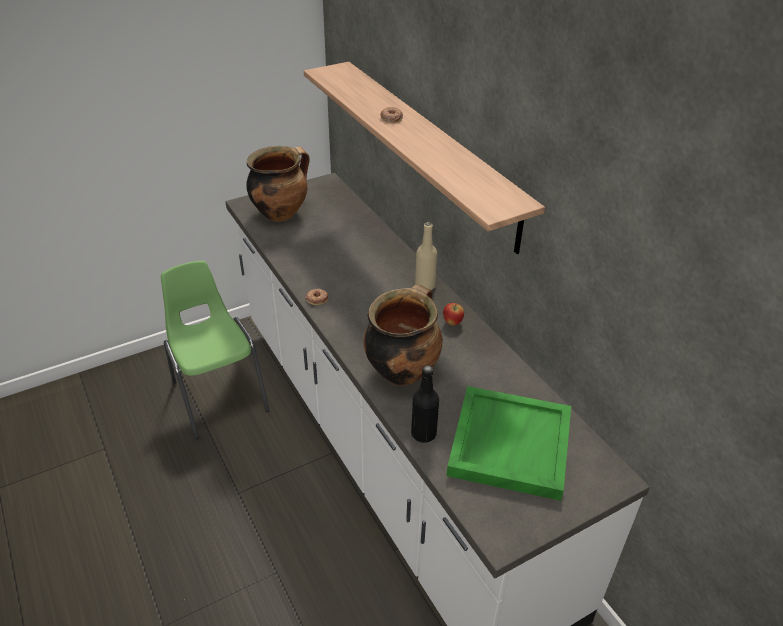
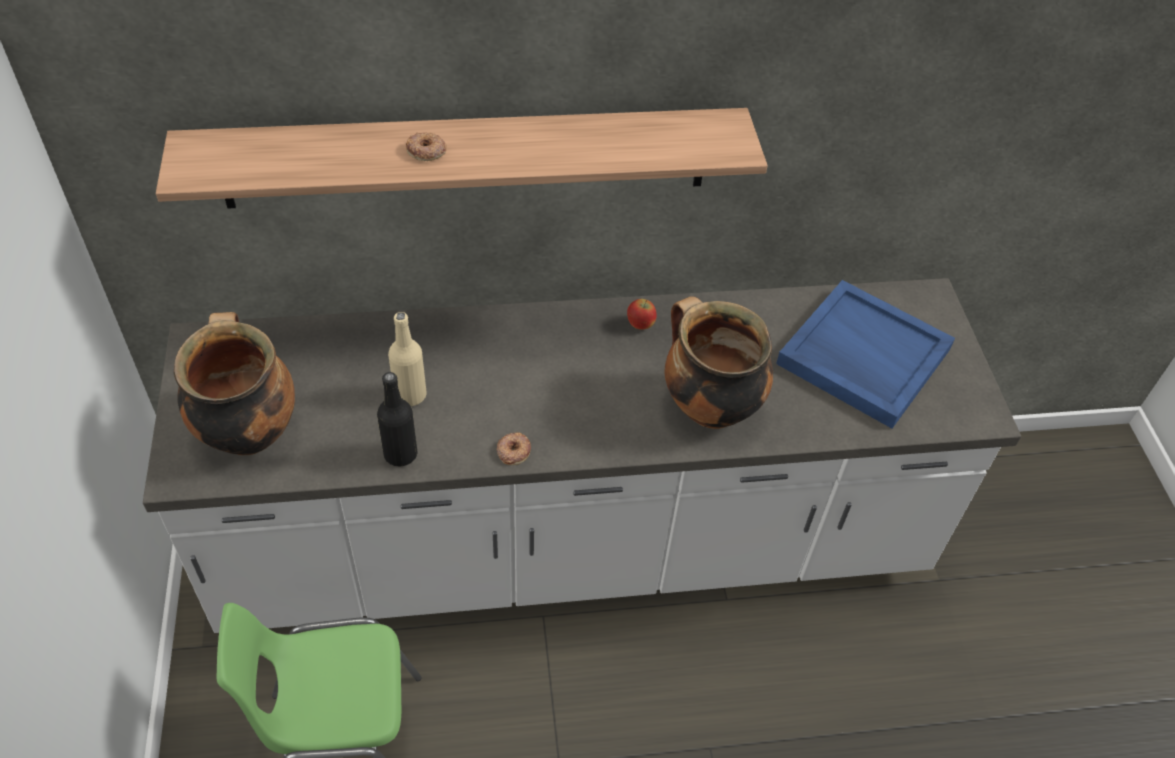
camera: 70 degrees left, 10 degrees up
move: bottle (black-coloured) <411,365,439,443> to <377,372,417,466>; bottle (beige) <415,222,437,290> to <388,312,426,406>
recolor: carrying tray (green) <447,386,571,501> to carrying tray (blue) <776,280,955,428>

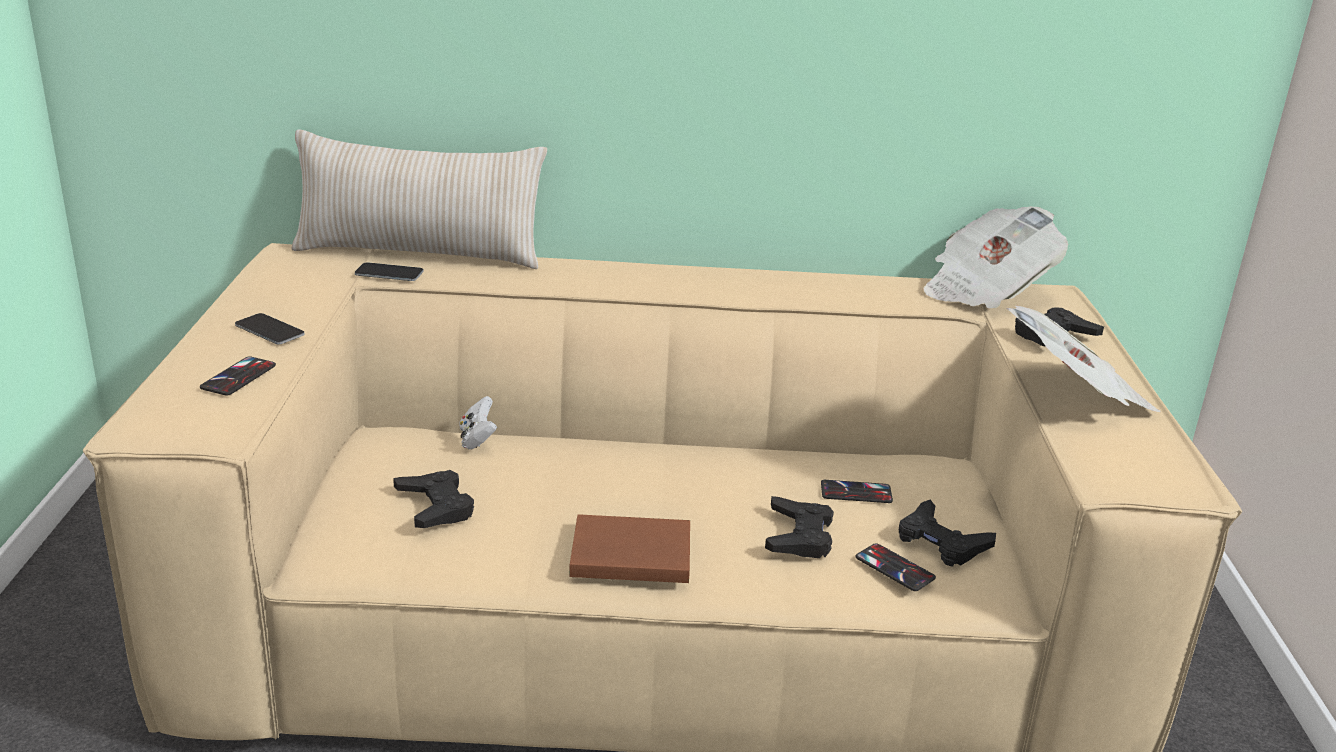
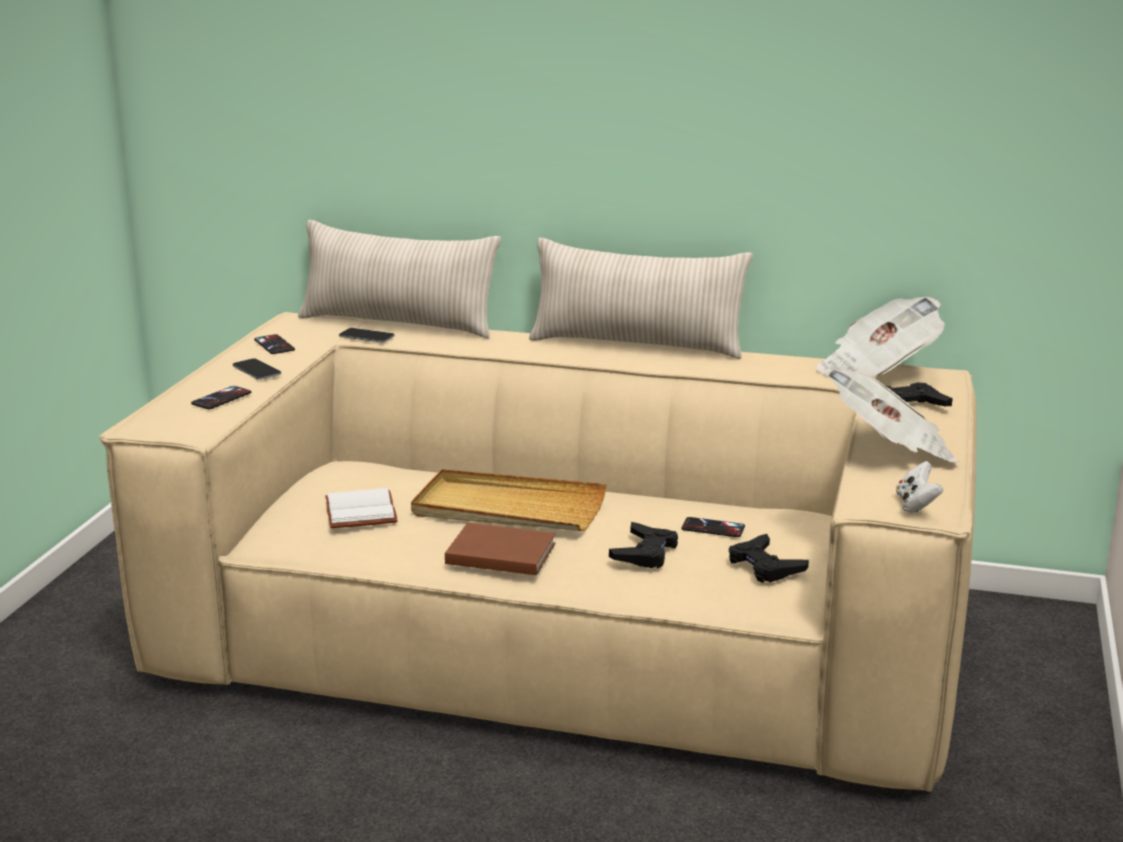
camera: 15 degrees right, 5 degrees down
insert: carrying tray (beige) <411,469,606,531>; cushion (beige) <529,238,753,359>
move: game controller (whitish) <459,396,497,450> to <896,461,943,513>; phone <856,543,936,591> to <254,334,295,354>
replace: game controller (black-coloured) <393,470,474,528> to book (whitish) <325,488,398,528>

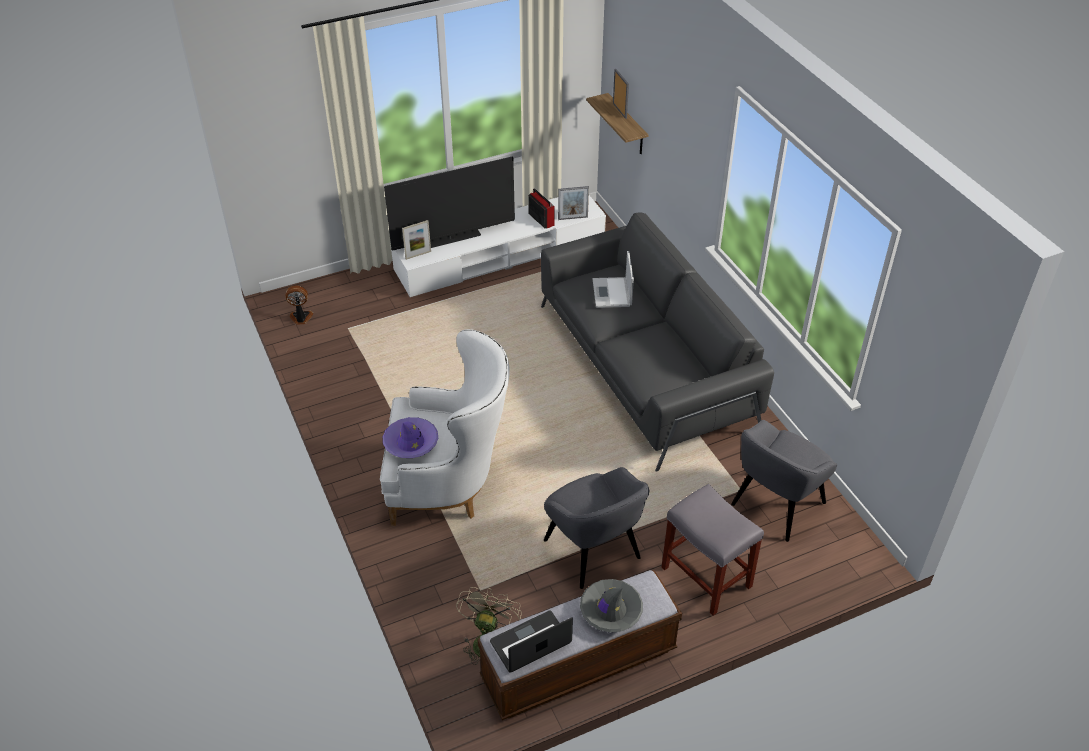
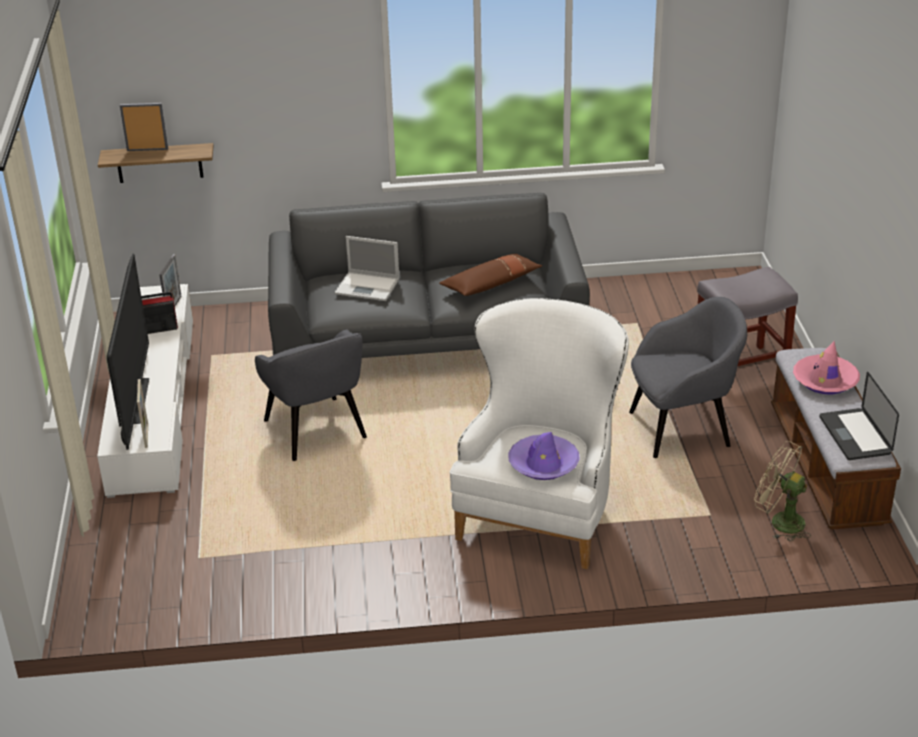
camera: 70 degrees left, 10 degrees down
delete: cooling fan <285,286,314,325>
insert: cushion (brown-coloured) <439,254,542,296>
move: easy chair (gray) <731,420,837,542> to <255,329,367,461>
recolor: clothing hat (gray) <580,579,643,632> to clothing hat (pink) <793,341,860,394>

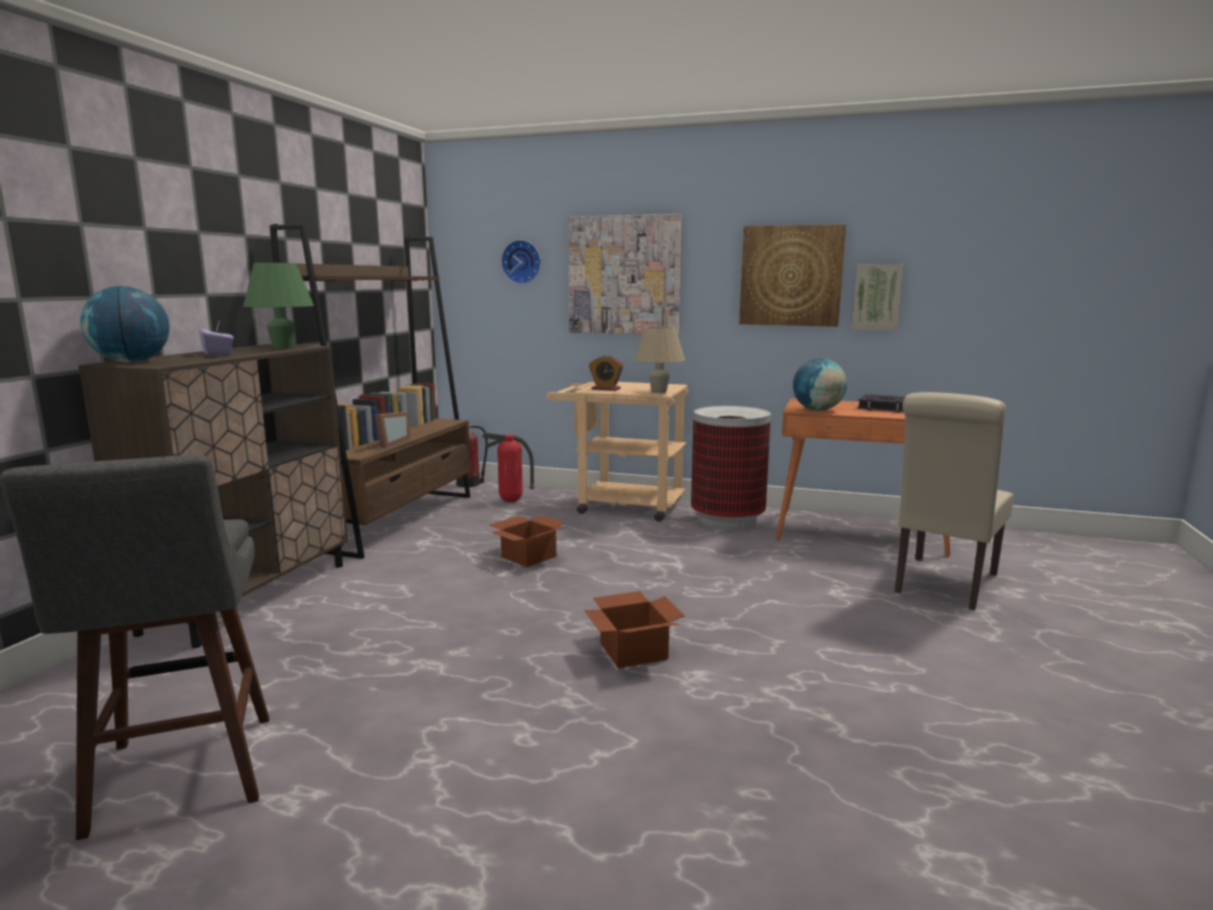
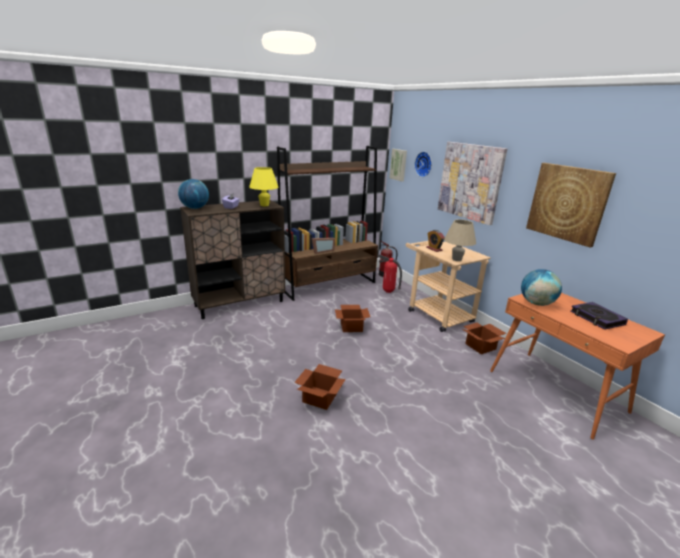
camera: 40 degrees right, 10 degrees up
delete: stool (gray) <0,455,269,840>; upright chair (beige) <895,392,1014,610>
move: wall picture <852,265,903,330> to <390,149,407,181>
replace: waste bin <691,406,771,530> to packing box <462,322,507,354>
recolor: table lamp (green) <243,263,314,349> to table lamp (yellowish) <249,167,279,206>

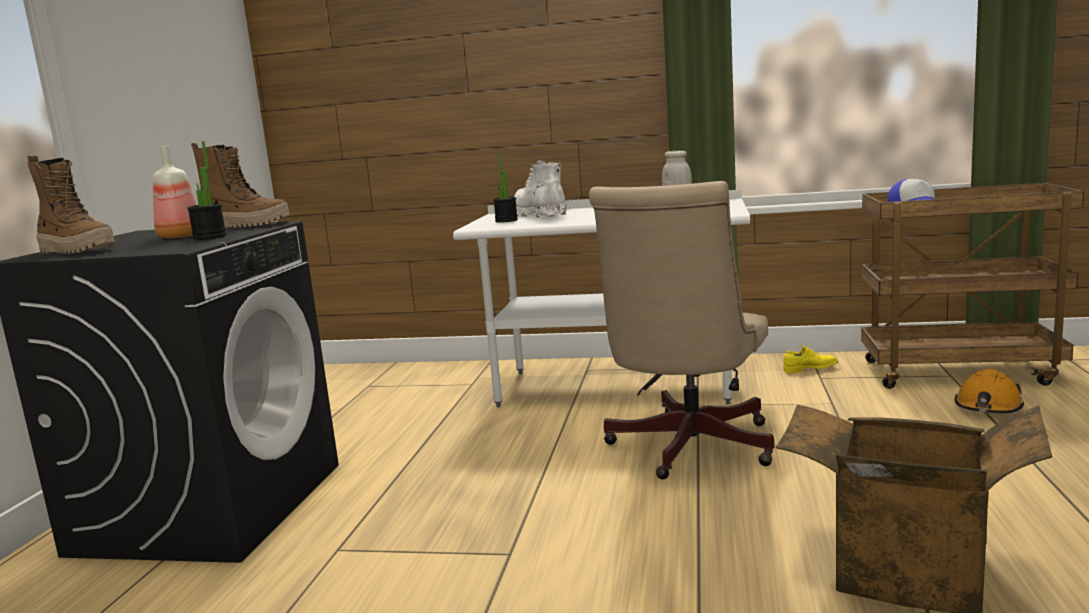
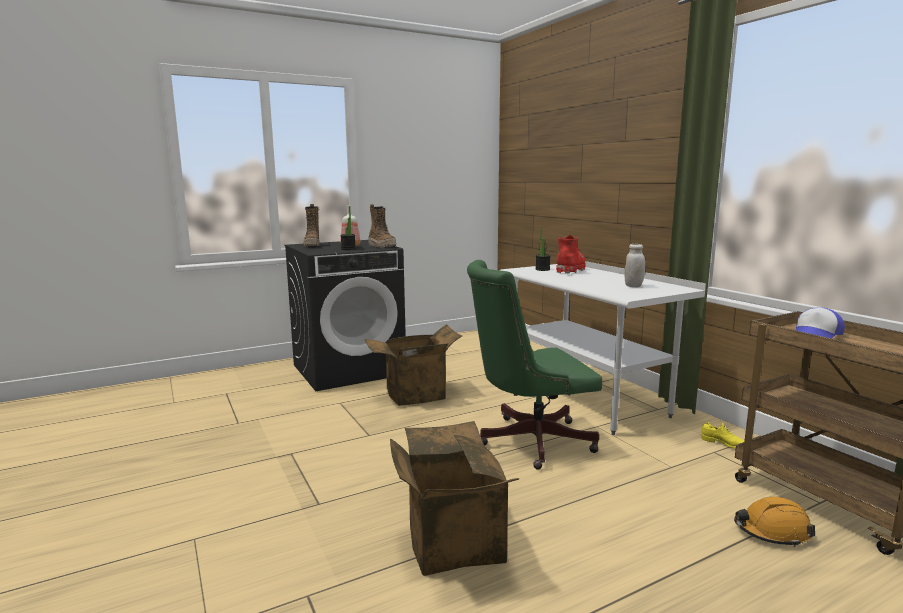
camera: 50 degrees right, 0 degrees up
insert: packing box <364,324,462,406>
recolor: high-top boot (whitish) <514,161,567,218> to high-top boot (reddish) <556,235,585,274>; office chair (beige) <589,181,775,479> to office chair (green) <467,260,602,470>

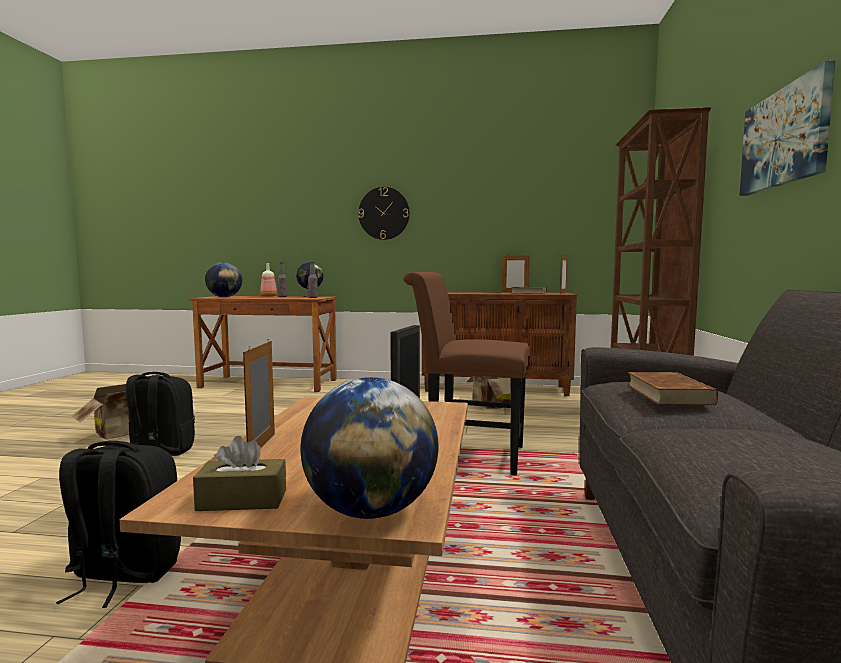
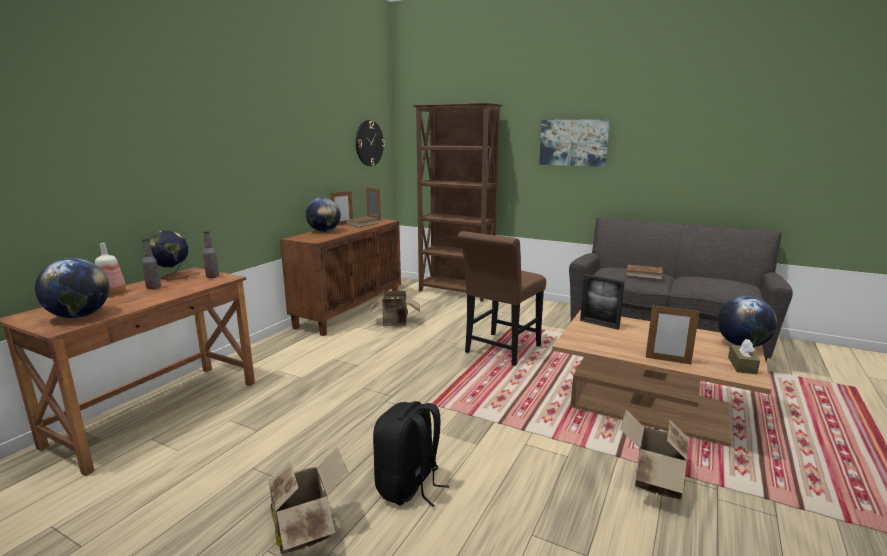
camera: 70 degrees left, 10 degrees up
insert: desk globe <306,198,341,232>
move: clock on the wall <358,187,410,240> to <356,120,385,166>
replace: rucksack (black-coloured) <56,441,181,608> to packing box <620,410,689,499>

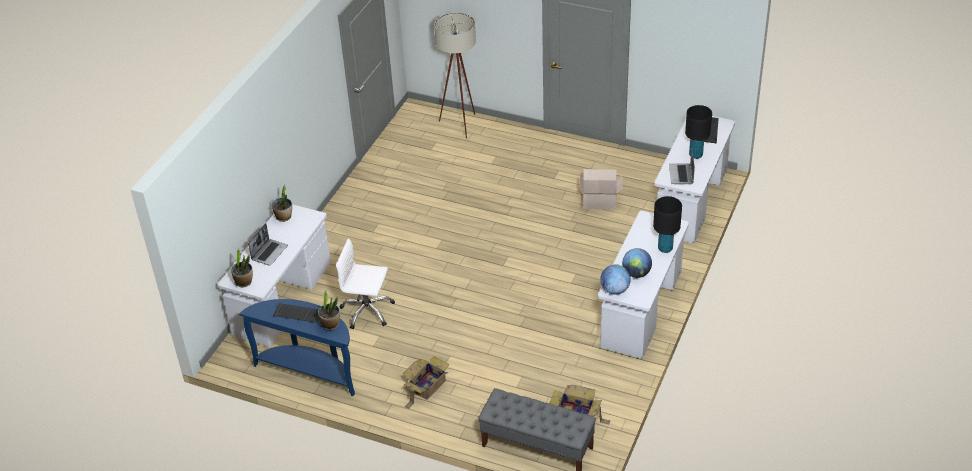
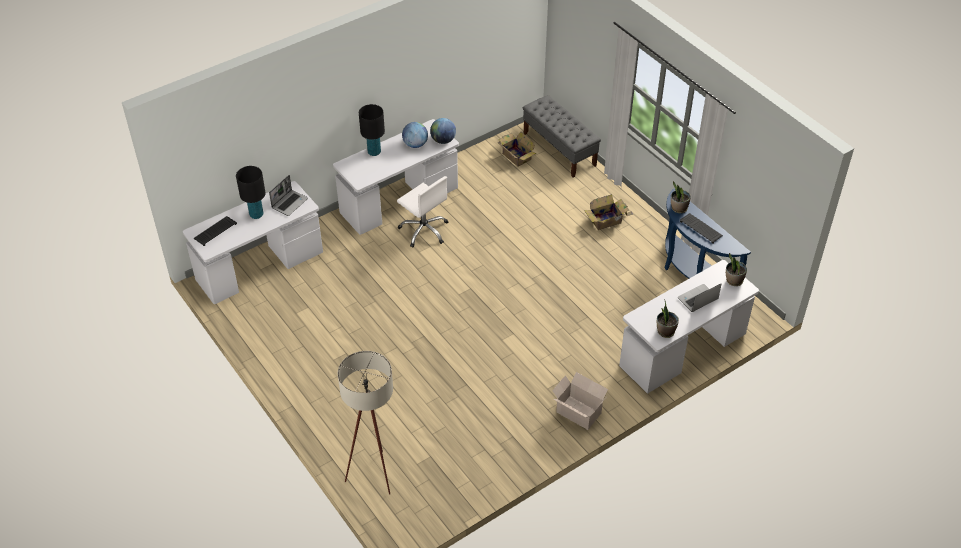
camera: 150 degrees left, 5 degrees up
move: office chair (whitish) <336,239,395,329> to <397,176,449,247>; packing box <580,169,623,209> to <552,372,608,430>

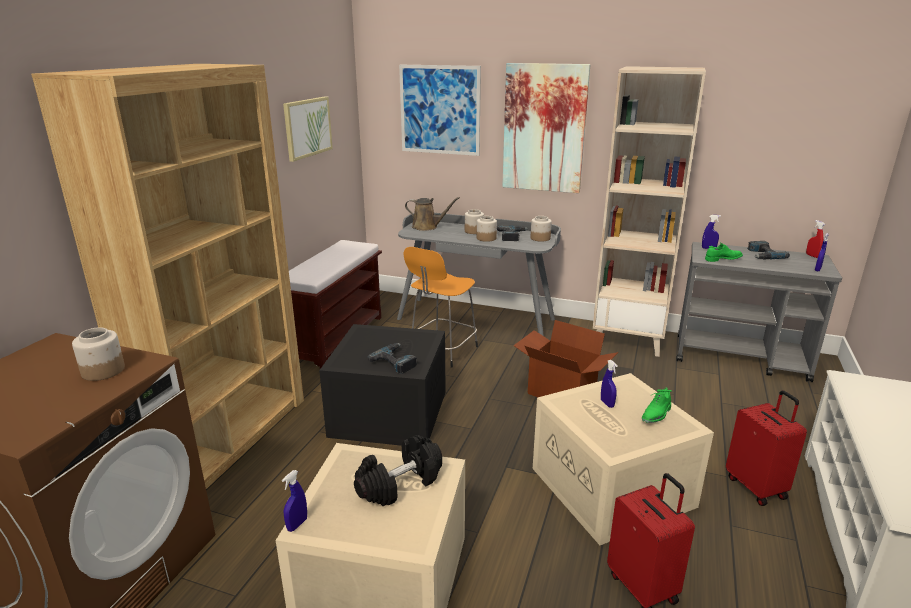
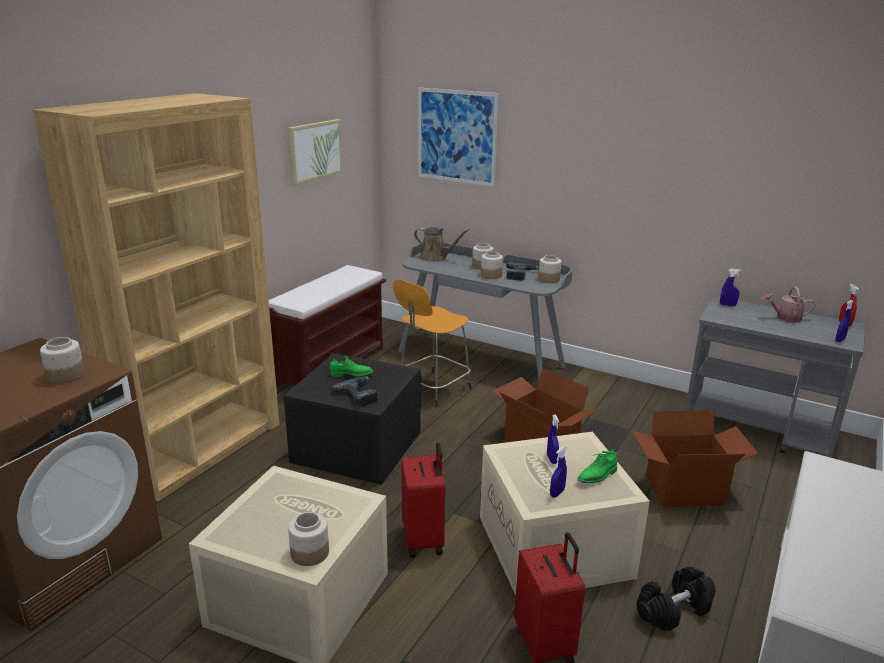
camera: 10 degrees right, 0 degrees up
delete: wall picture <502,63,590,193>; bookcase (beige) <593,66,706,357>
insert: storage jar <288,512,329,566>; packing box <632,410,758,507>
move: hand sprayer (blue) <282,470,307,532> to <550,446,567,498>; dumbbell (black-coloured) <354,435,442,506> to <637,567,715,631>; shoe (green) <705,242,743,262> to <330,356,373,377>; suitcase (reddish) <726,390,807,506> to <402,442,446,558>
replace: electric drill <747,241,790,259> to sprinkling can <762,286,816,323>

